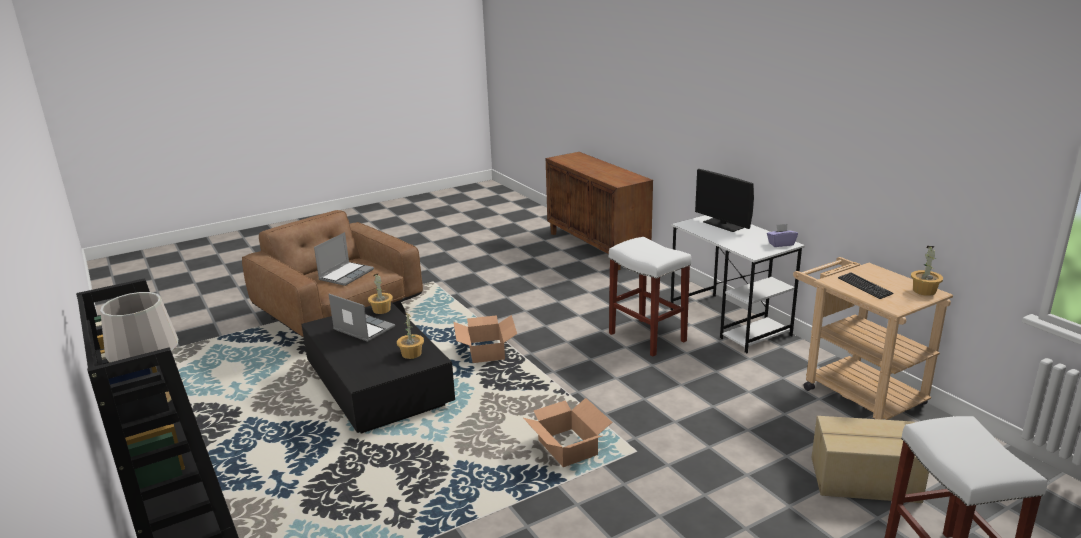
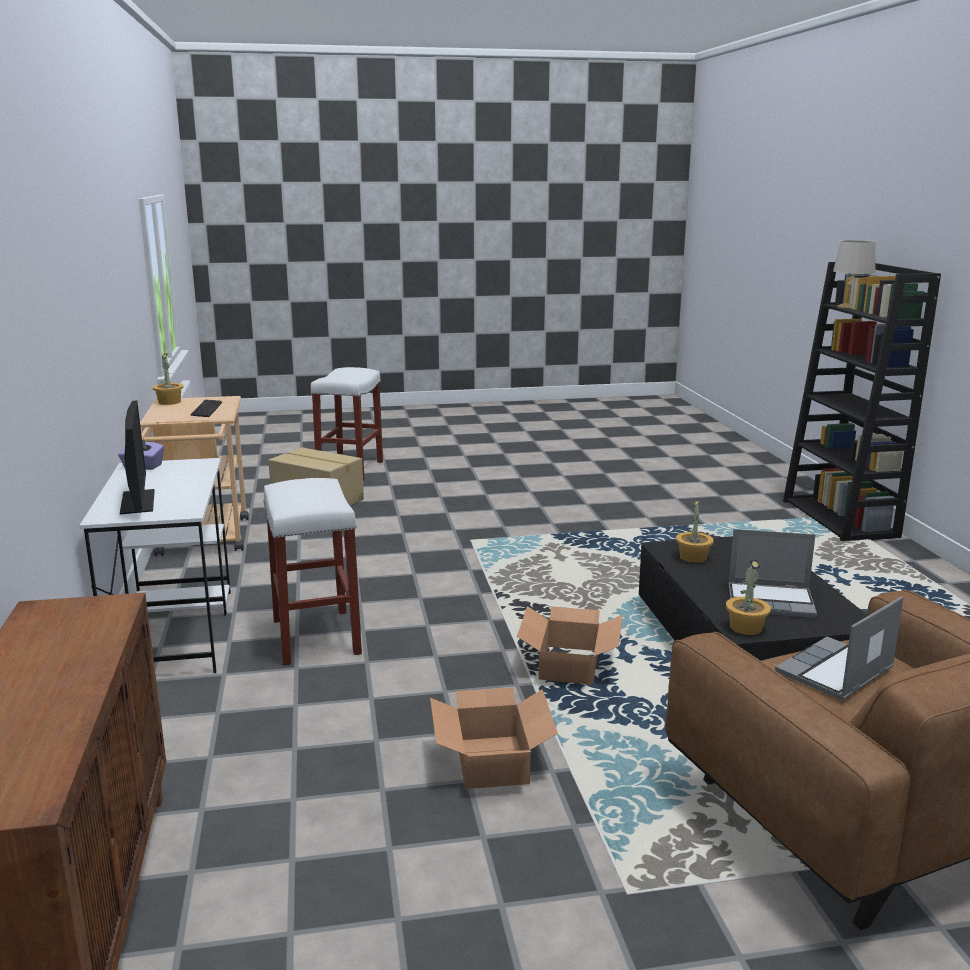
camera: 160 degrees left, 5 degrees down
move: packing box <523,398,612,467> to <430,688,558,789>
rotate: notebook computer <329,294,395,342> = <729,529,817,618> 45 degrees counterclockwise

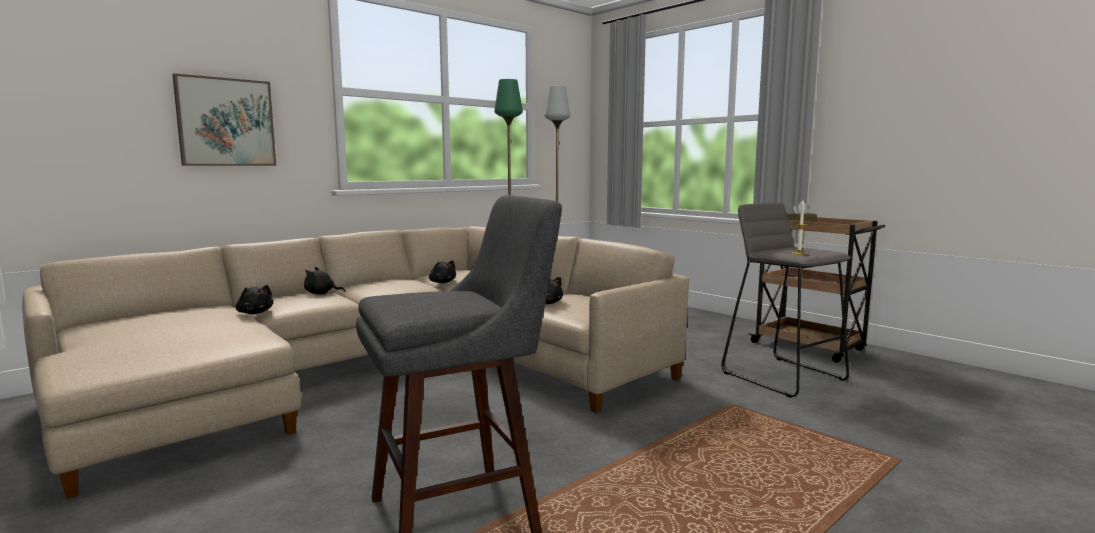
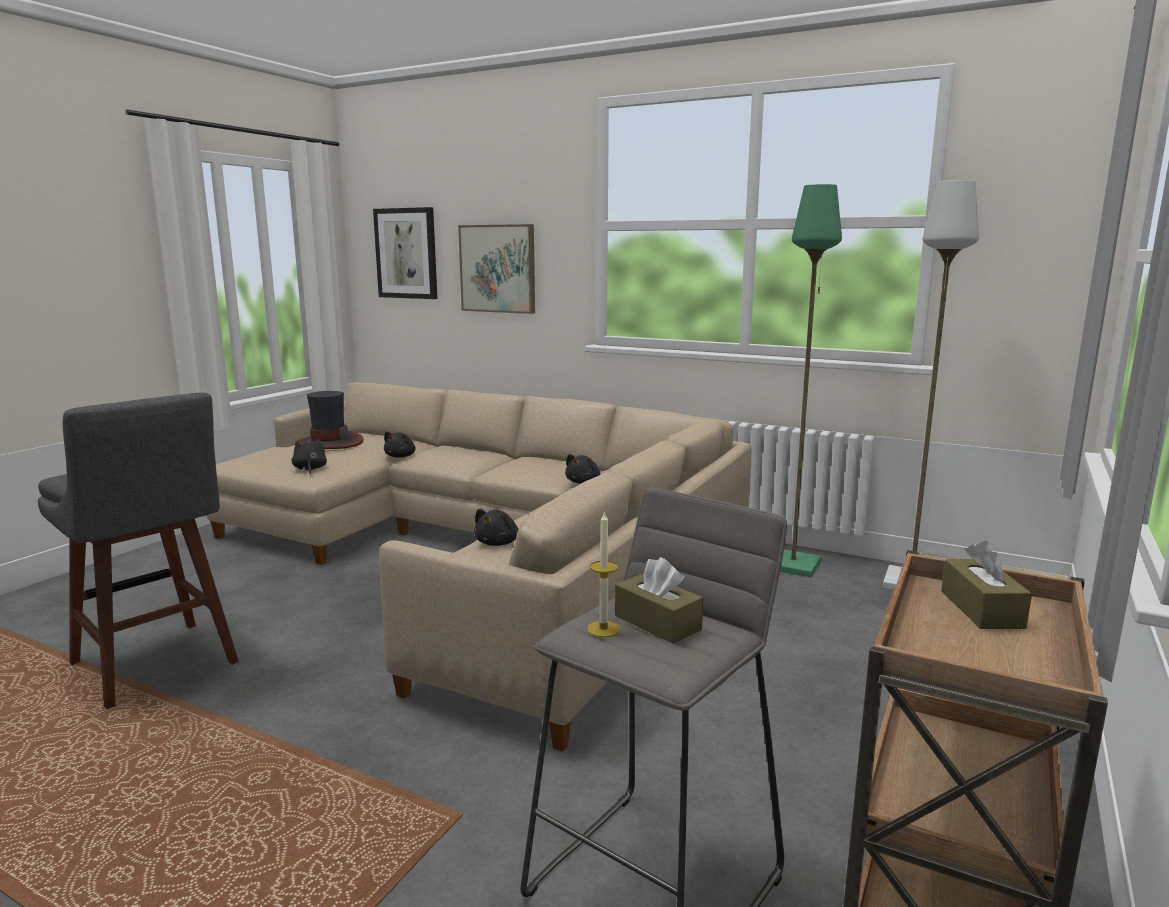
camera: 70 degrees right, 5 degrees up
insert: clothing hat <295,391,364,449>; wall picture <373,207,437,299>; box of tissues (brown-coloured) <615,557,703,644>
move: plush toy (black-coloured) <304,267,345,294> to <292,439,327,473>

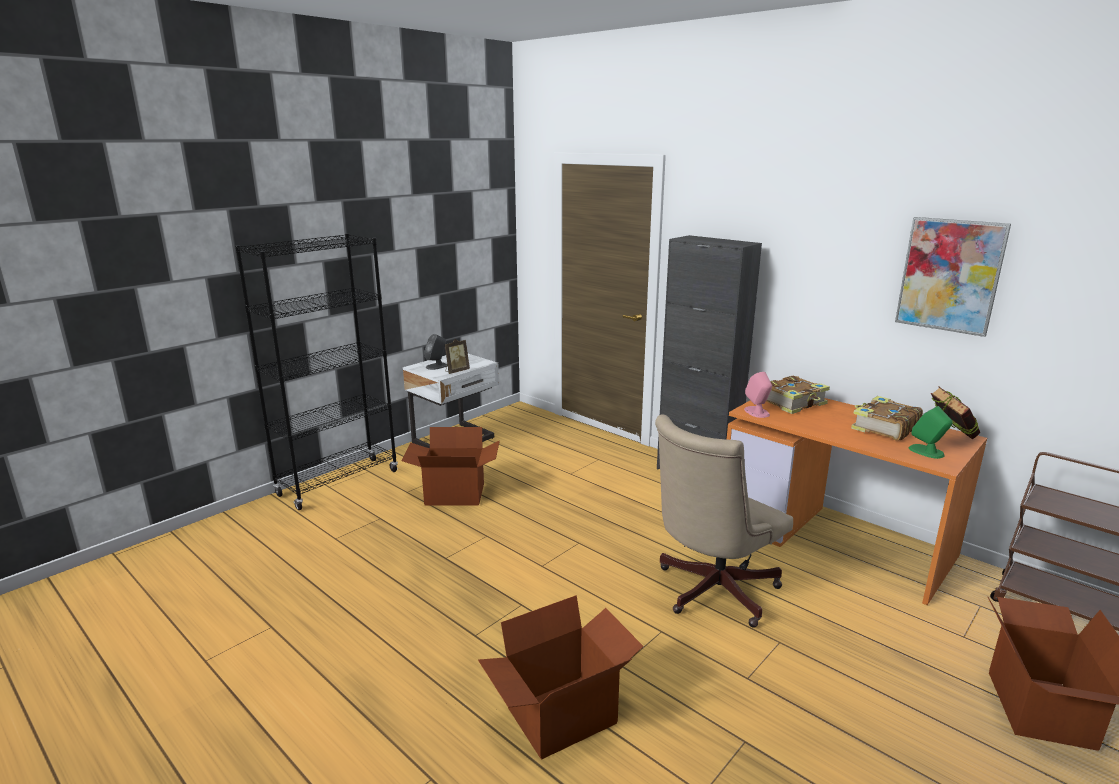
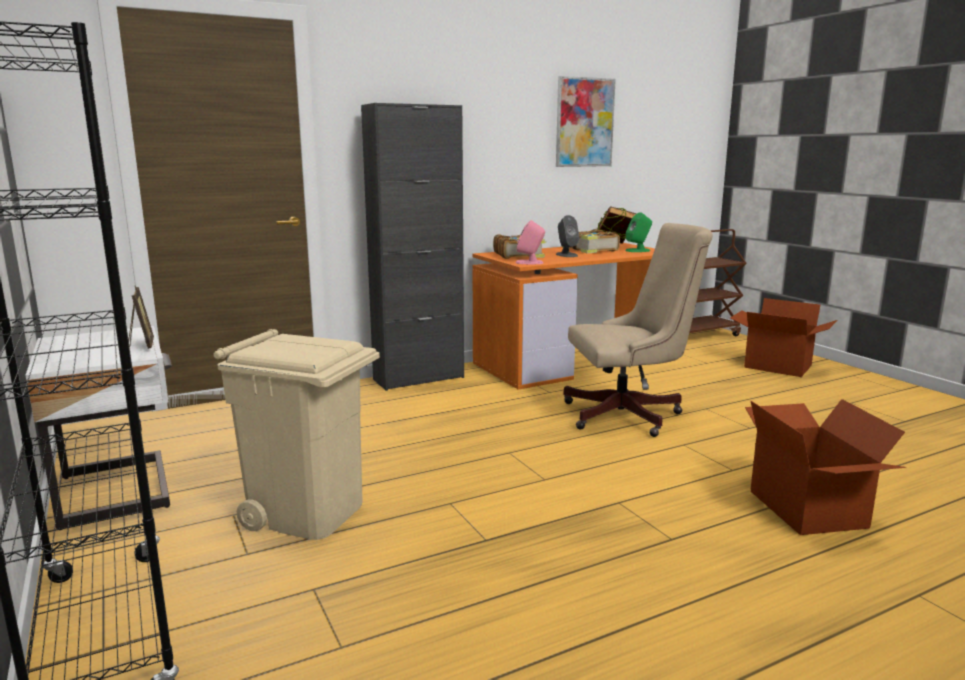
camera: 70 degrees left, 5 degrees down
move: speaker (gray) <424,334,448,370> to <556,215,579,257>
replace: packing box <402,427,500,506> to waste bin (beige) <213,329,380,540>
rotate: office chair (beige) <655,414,793,628> = <563,223,713,437> 75 degrees counterclockwise

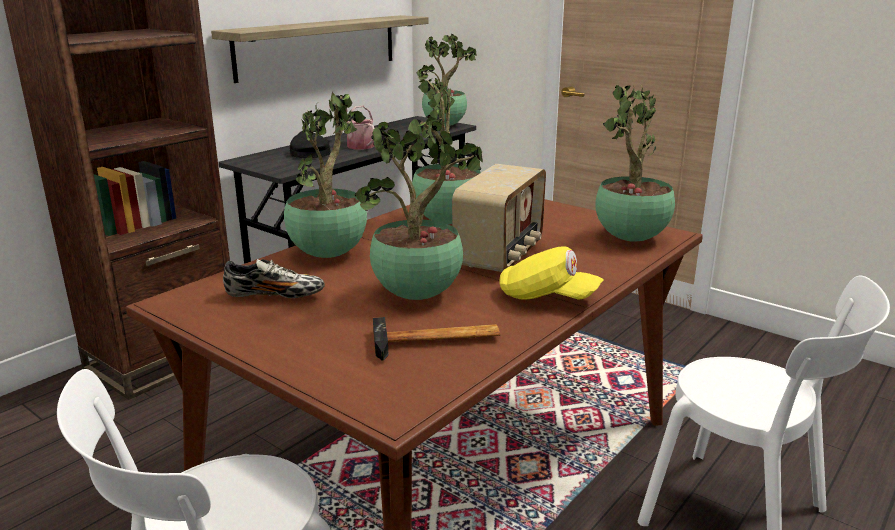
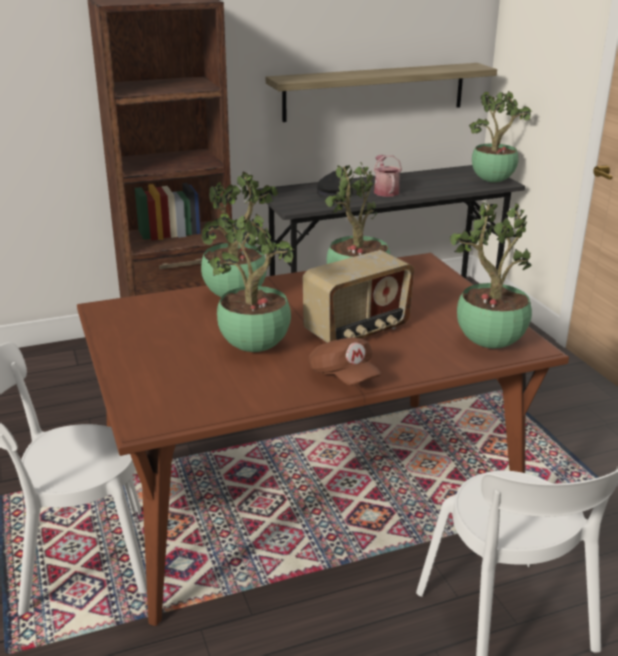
camera: 30 degrees right, 5 degrees up
delete: shoe <223,259,325,298>; hammer <373,317,500,361>
recolor: baseball cap (yellowish) <499,246,604,300> to baseball cap (brown-coloured) <309,338,381,385>

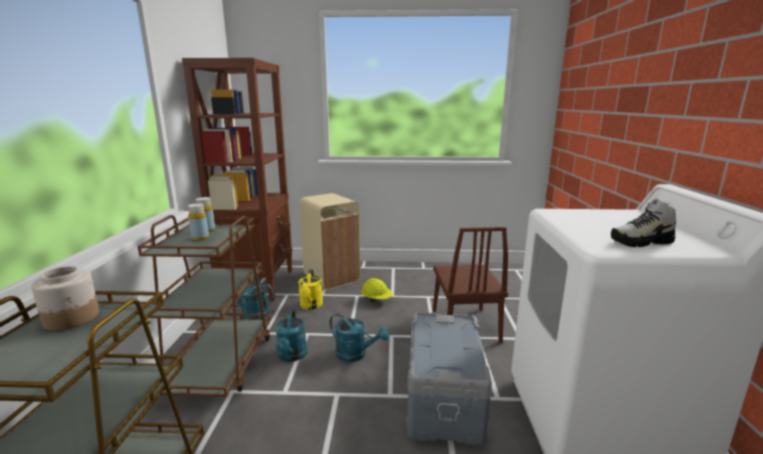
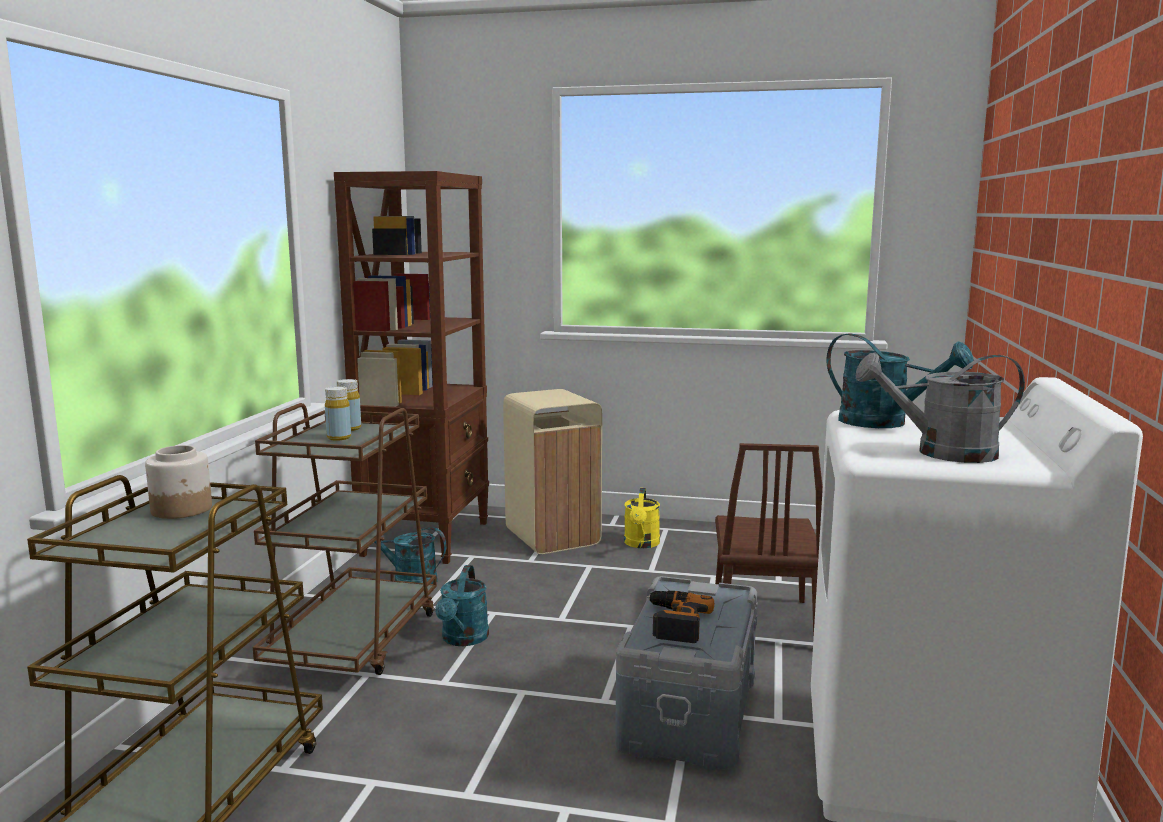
camera: 10 degrees right, 5 degrees down
delete: safety helmet (yellowish) <361,278,393,302>
insert: electric drill <647,591,714,643>
move: sprinkling can (yellowish) <298,269,323,310> to <624,488,660,548>; sprinkling can (turquoise) <329,314,389,362> to <826,333,974,428>
replace: shoe <611,199,676,247> to sprinkling can (gray) <856,353,1025,463>

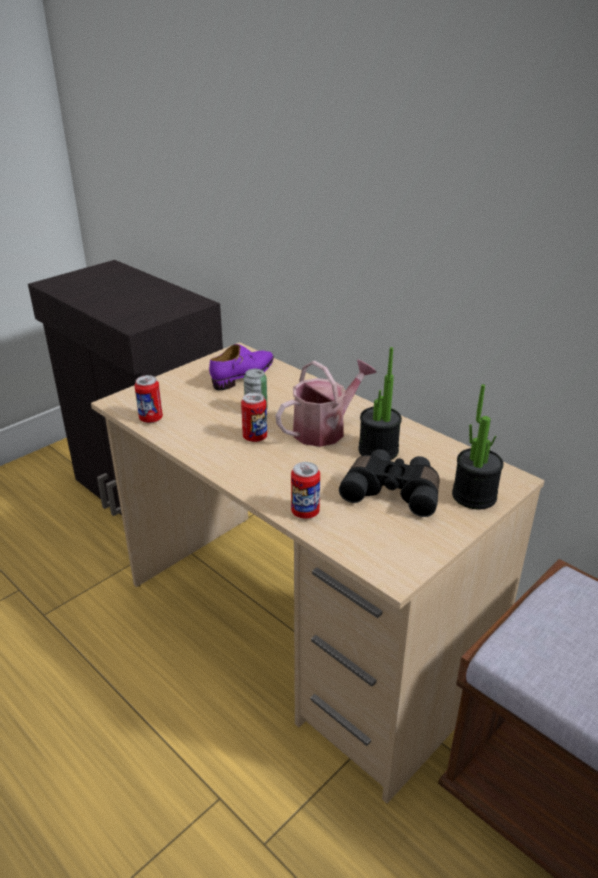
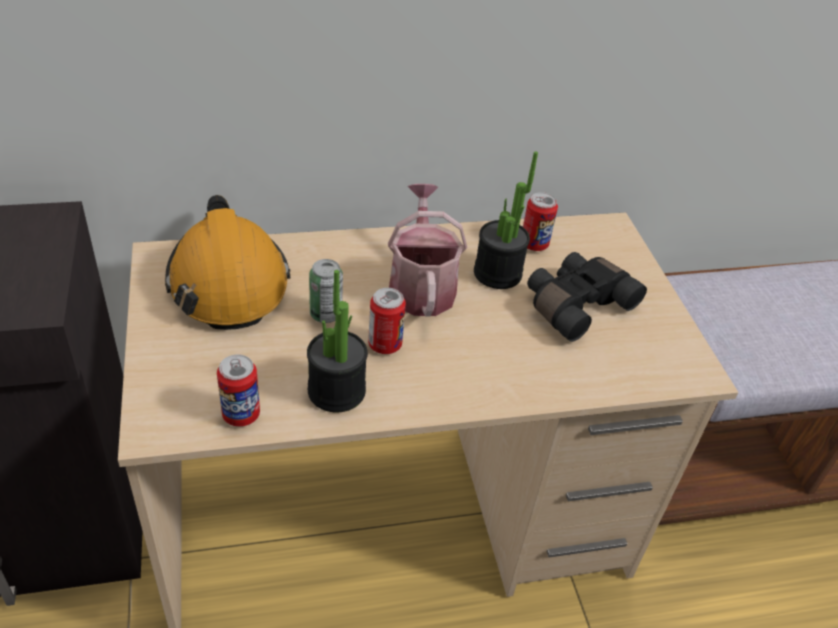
camera: 60 degrees left, 10 degrees up
move: sealed can <291,462,320,519> to <523,192,558,251>; houseplant <452,384,503,509> to <307,270,368,412>
replace: shoe (purple-coloured) <209,344,274,390> to safety helmet (orange-coloured) <165,195,291,330>

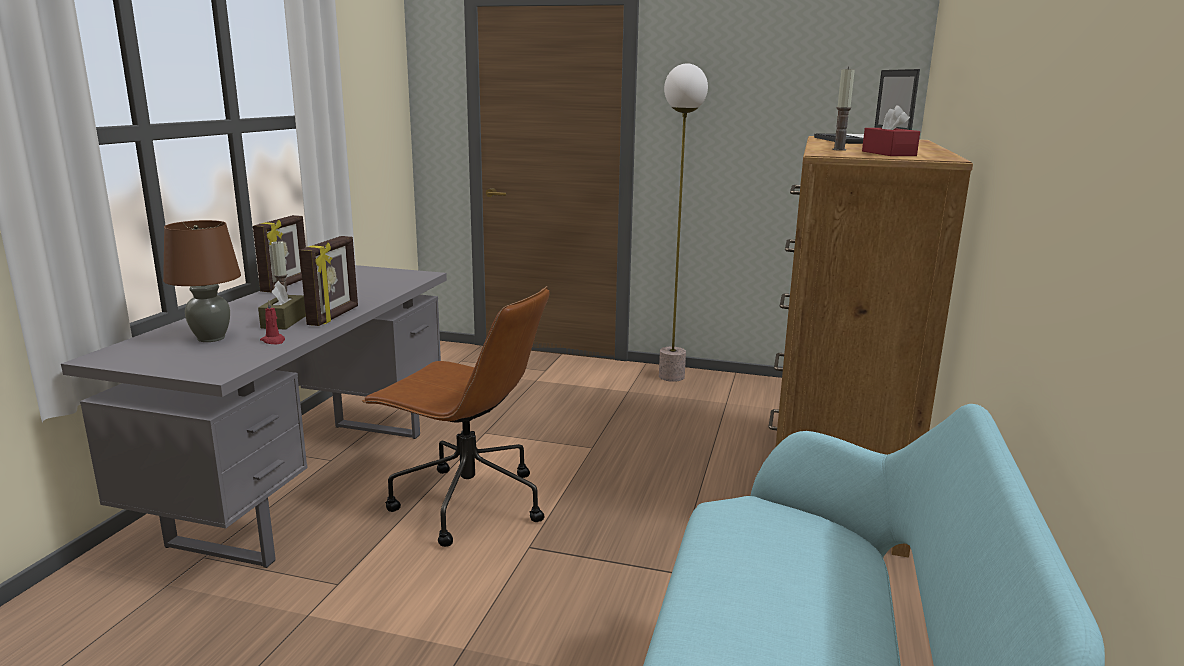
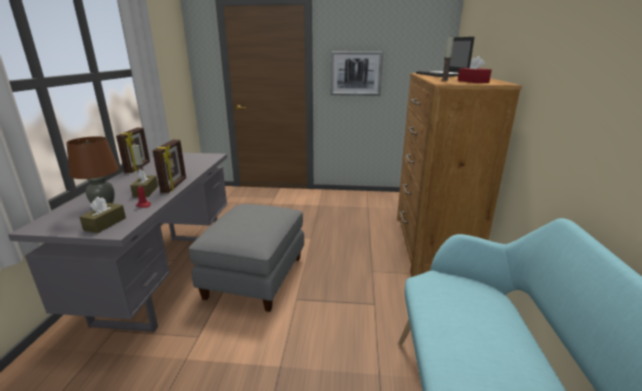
camera: 10 degrees left, 5 degrees up
delete: standing lamp <659,64,708,382>
insert: box of tissues (brown-coloured) <79,197,126,233>; wall picture <330,51,383,96>
replace: office chair (brown-coloured) <362,286,550,547> to ottoman (gray) <189,204,304,312>

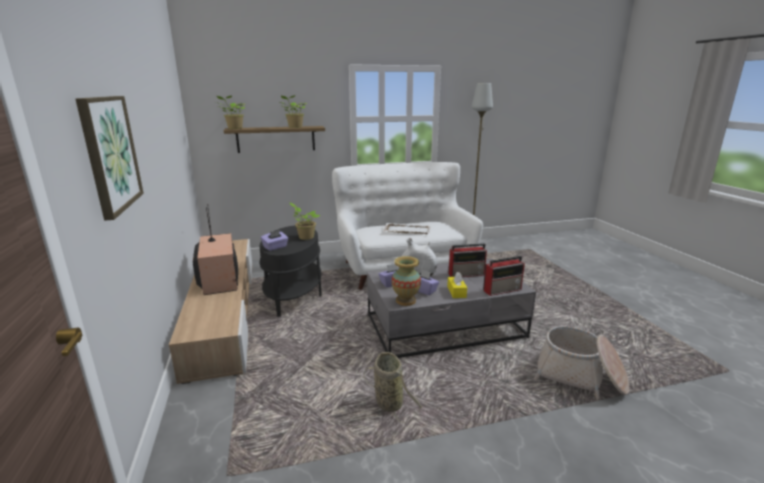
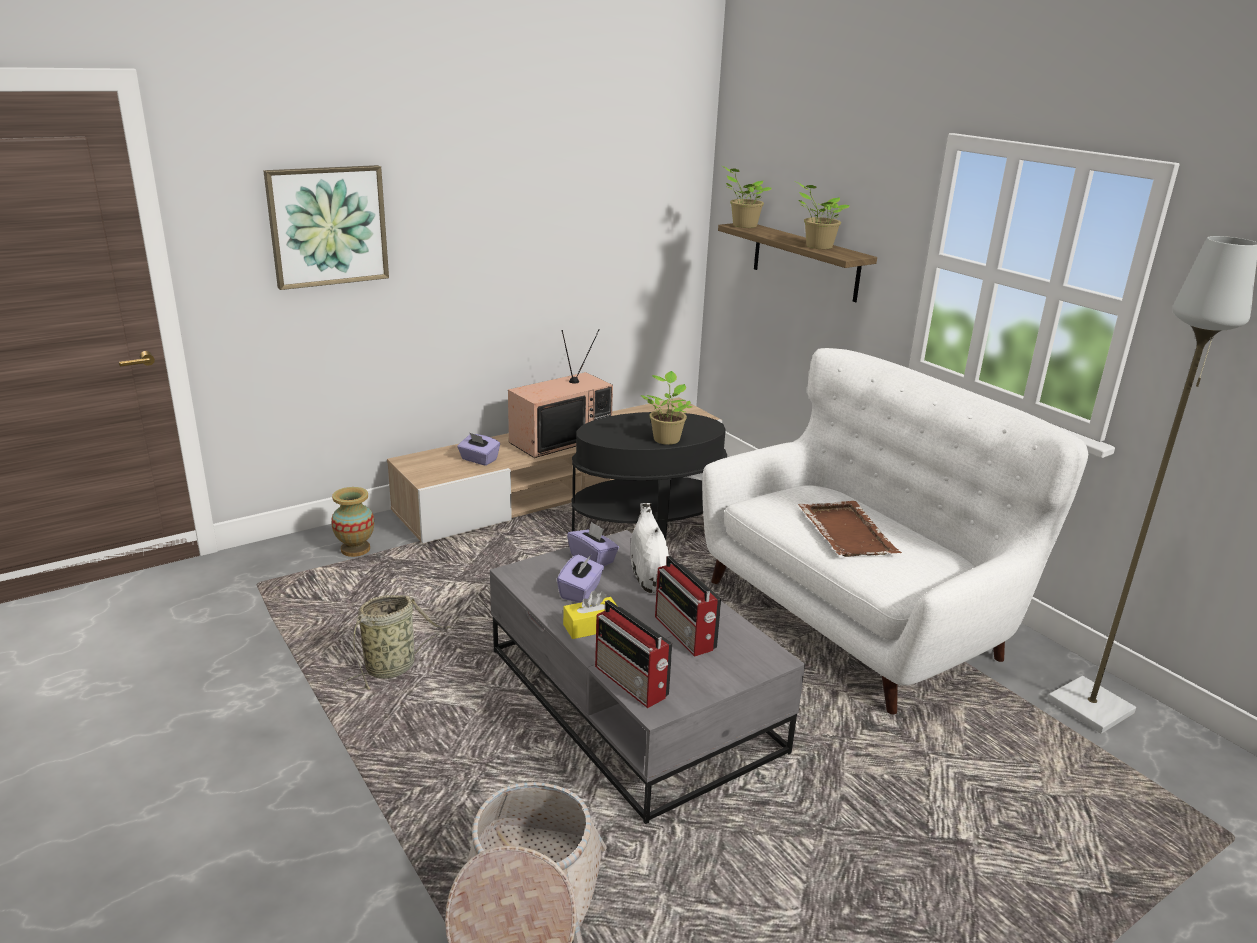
camera: 70 degrees right, 5 degrees up
move: box of tissues (purple-coloured) <261,230,288,251> to <457,432,500,466>; vase <392,256,421,306> to <331,487,374,557>
recolor: carrying tray (whitish) <384,223,431,234> to carrying tray (brown-coloured) <798,501,902,557>

